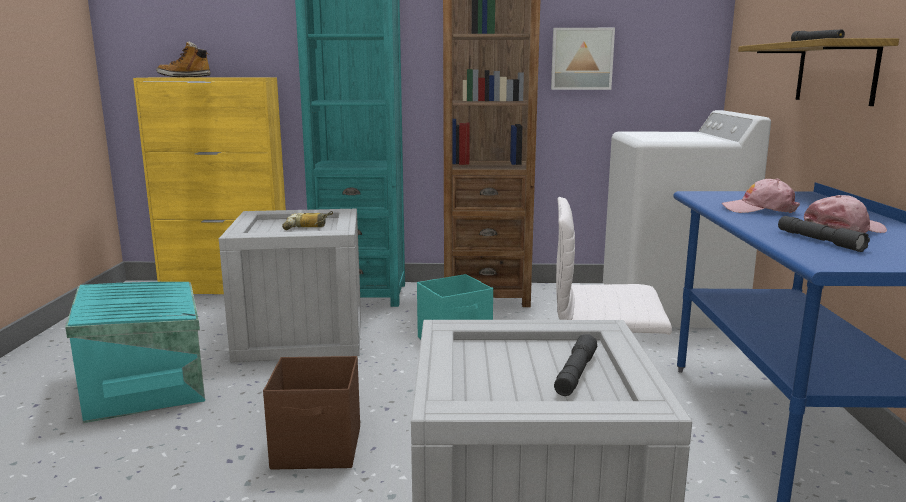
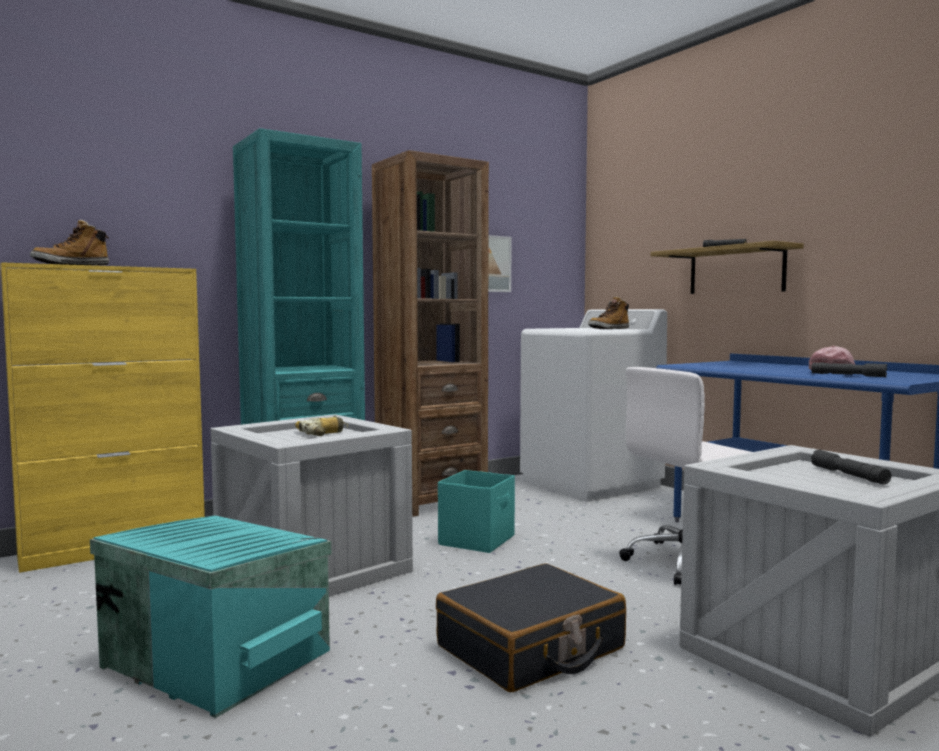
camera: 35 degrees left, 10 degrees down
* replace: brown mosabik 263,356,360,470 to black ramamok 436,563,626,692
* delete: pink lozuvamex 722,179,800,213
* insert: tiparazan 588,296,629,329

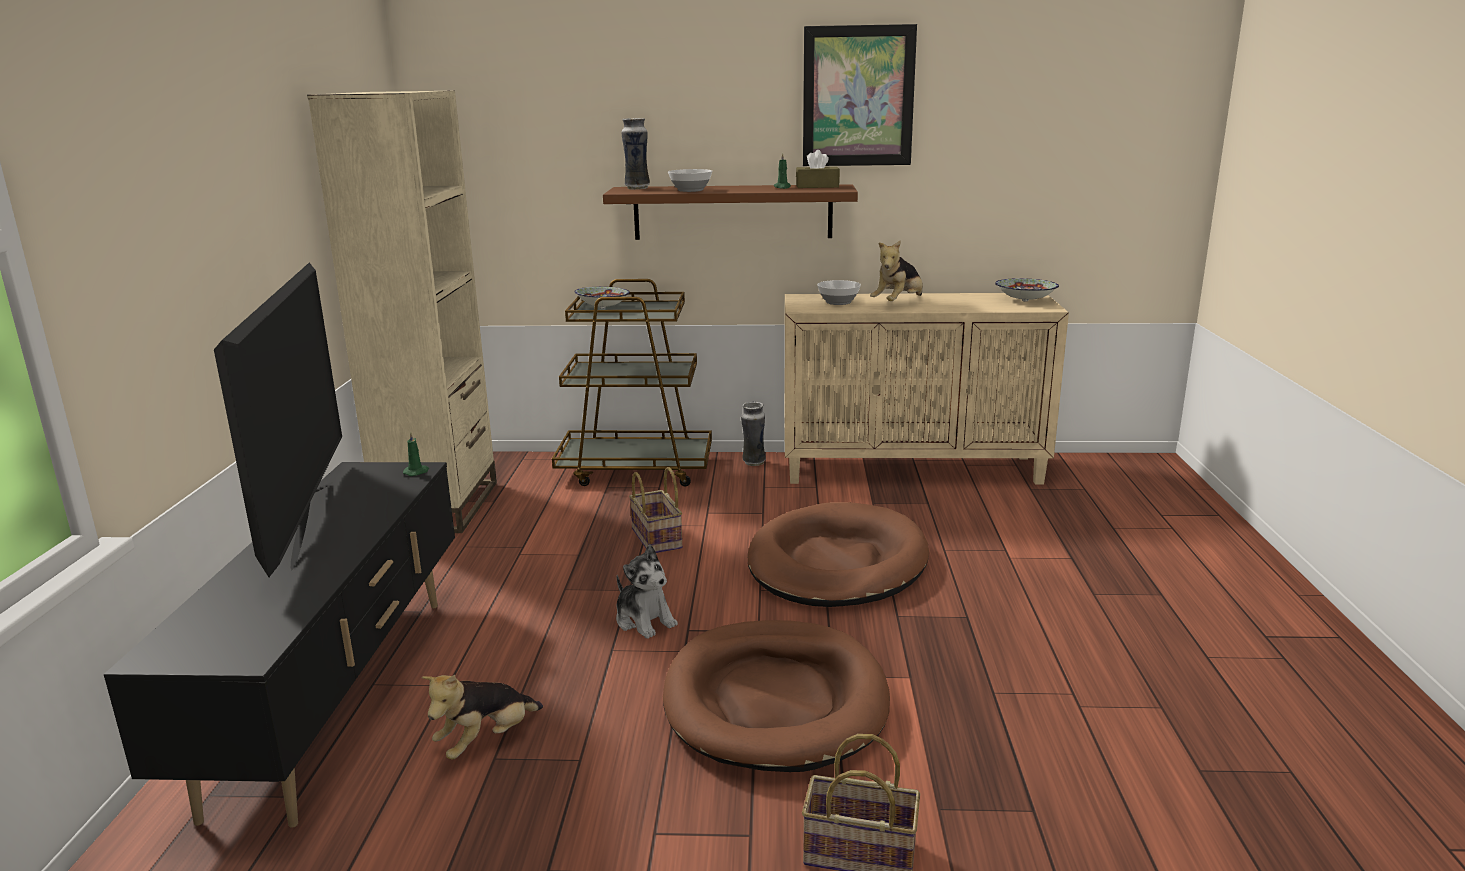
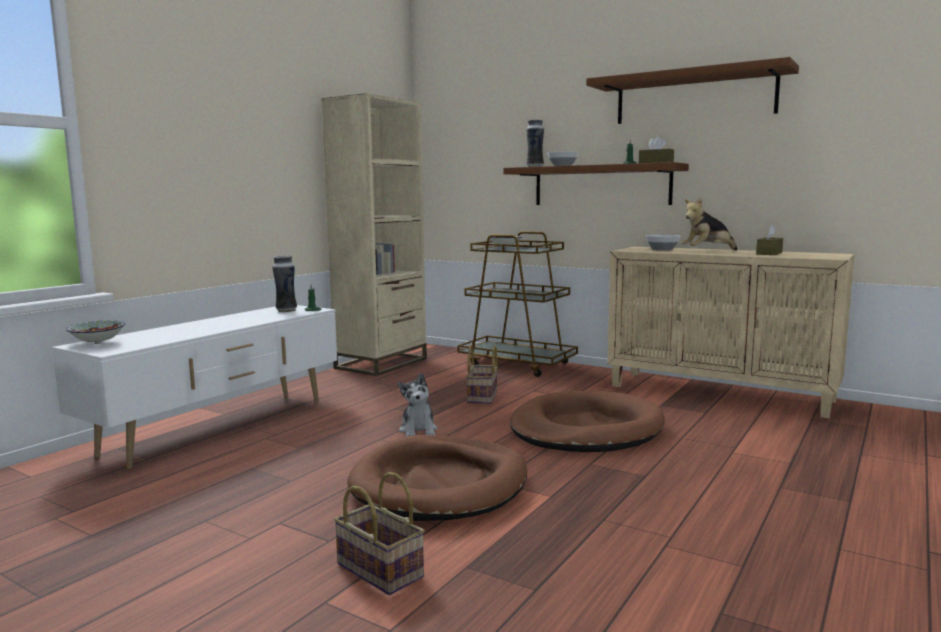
camera: 30 degrees right, 10 degrees down
* recolor: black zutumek 104,462,455,828 to white zutumek 52,305,337,469
* delete: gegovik 214,263,342,577
* delete: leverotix 422,675,543,760
* move: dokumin 741,402,765,466 to 272,255,297,312
* replace: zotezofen 803,24,917,166 to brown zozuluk 586,57,799,124
* move: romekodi 995,278,1059,302 to 66,320,125,344
* insert: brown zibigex 756,224,783,255

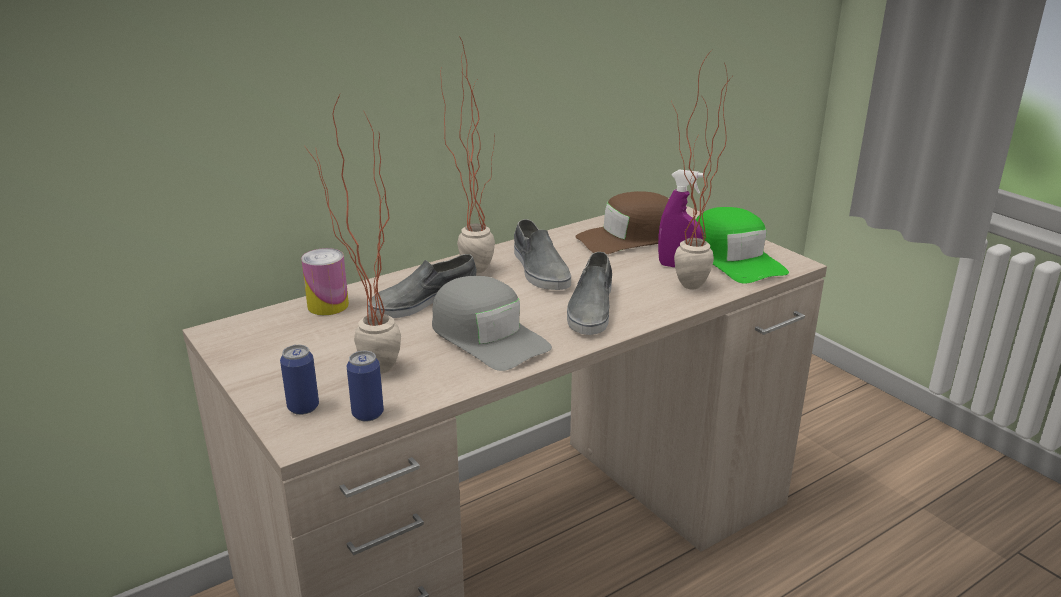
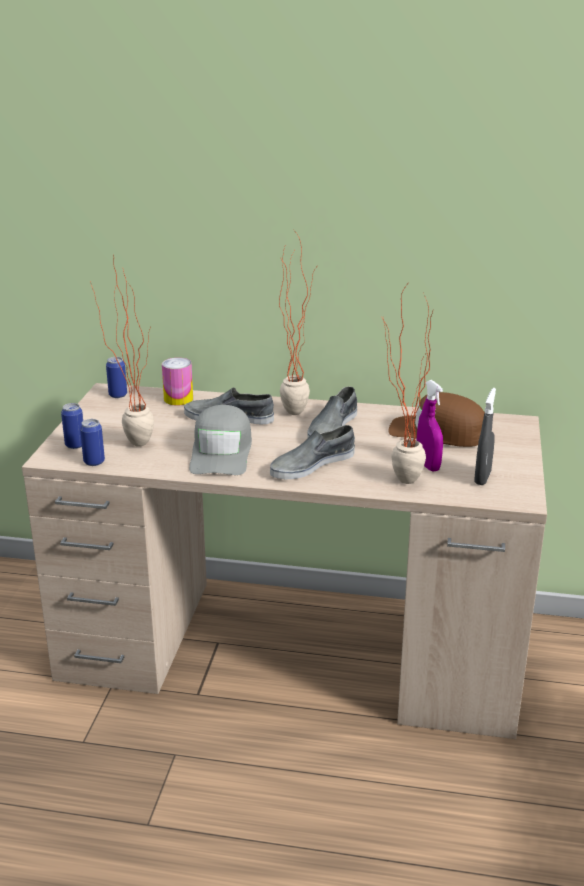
camera: 45 degrees right, 0 degrees up
* replace: green lozuvamex 696,207,789,284 to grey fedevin 474,388,496,485
* insert: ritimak 106,357,127,398

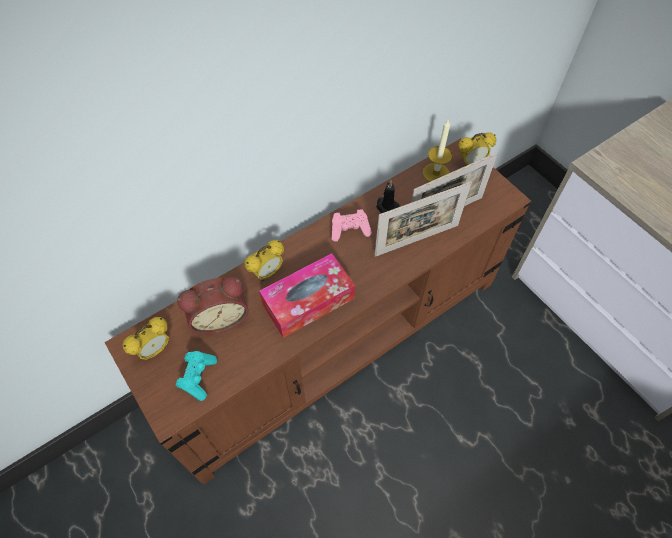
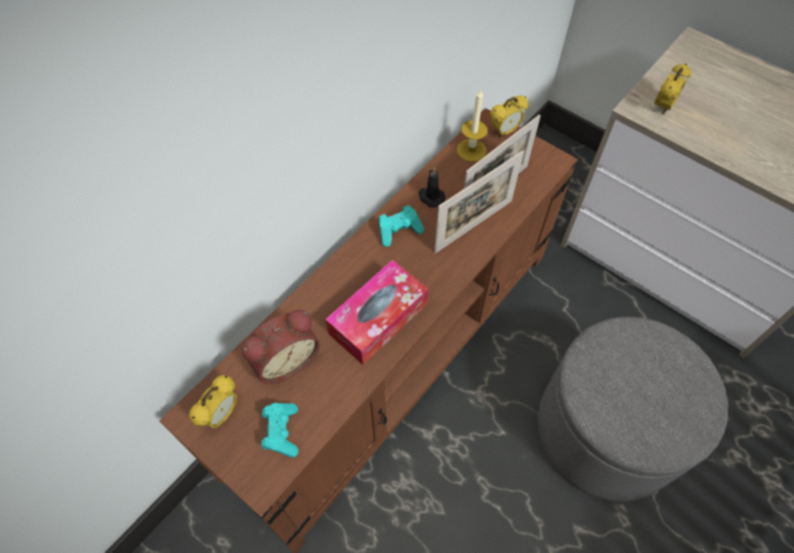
camera: 15 degrees left, 0 degrees up
* move: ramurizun 244,240,284,281 to 654,64,691,114
* recolor: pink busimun 331,209,372,242 to turquoise busimun 379,205,424,247
* insert: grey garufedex 538,317,728,502

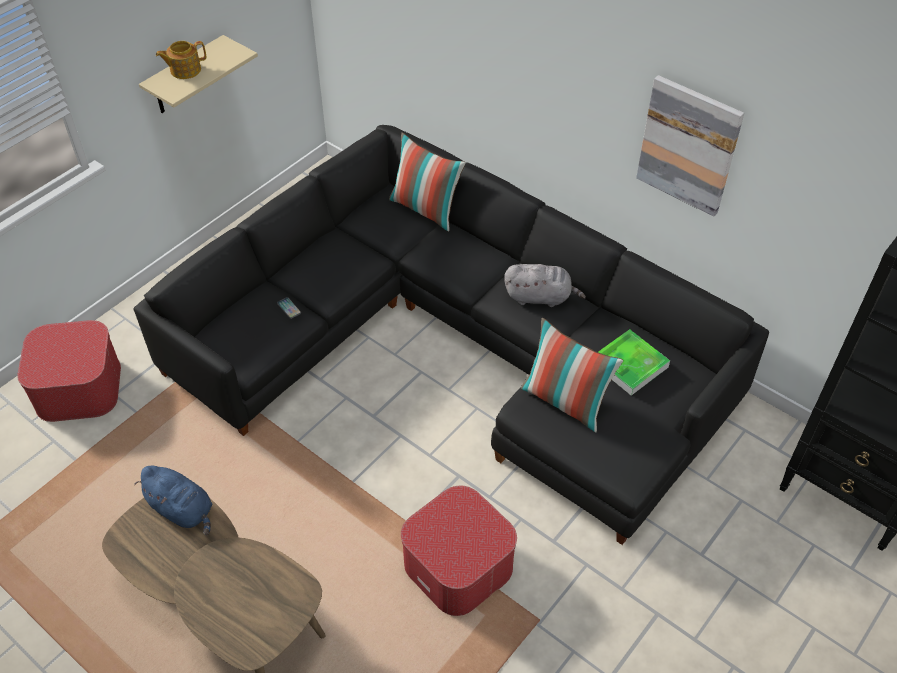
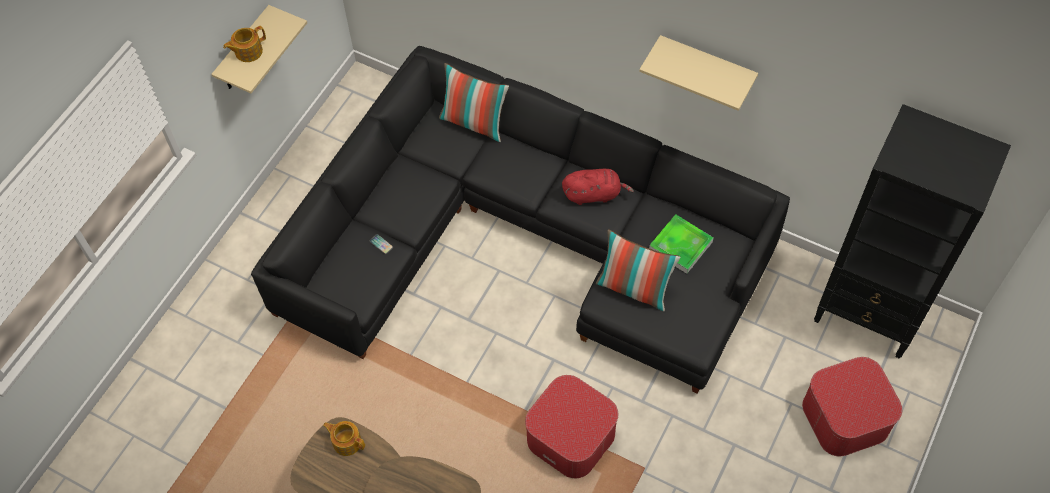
camera: 10 degrees left, 10 degrees up
* move: garufedex 17,320,121,422 to 802,357,902,456
* replace: blue leverotix 135,466,212,535 to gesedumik 323,421,365,456
* recolor: grey leverotix 504,264,586,307 to red leverotix 562,169,634,205
* replace: zotezofen 636,75,744,217 to beige zozuluk 639,35,758,111

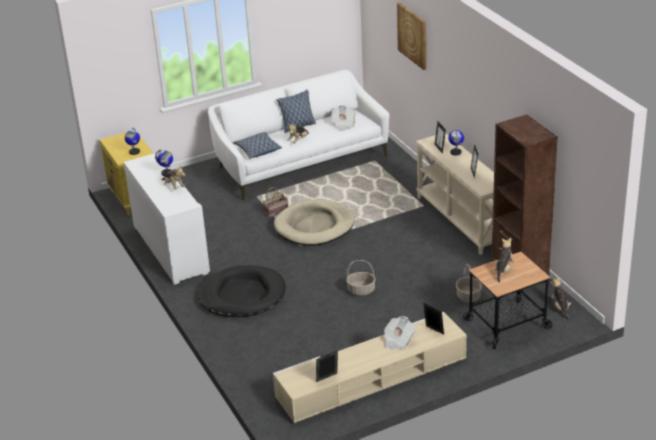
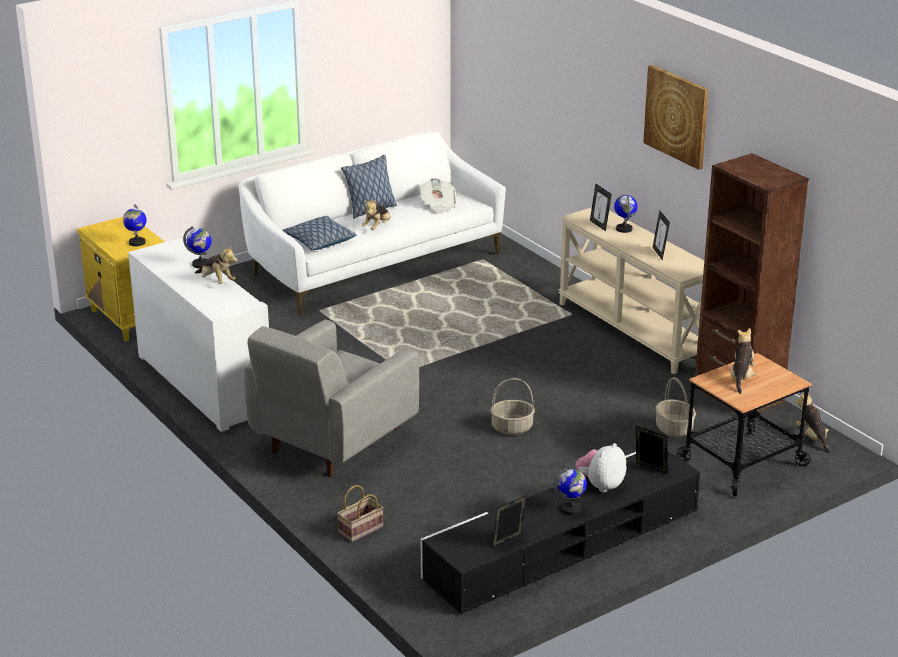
camera: 10 degrees left, 5 degrees down
* replace: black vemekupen 198,265,286,317 to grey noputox 244,320,419,477
* move: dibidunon 263,187,288,217 to 337,485,384,542
* recolor: beige zutumek 273,312,467,423 to black zutumek 421,450,701,614
* delete: beige vemekupen 274,199,355,245
* replace: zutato 384,316,415,350 to leverotix 575,443,627,492
* move: zotezofen 397,2,426,70 to 643,65,709,170
* insert: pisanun 553,468,587,515

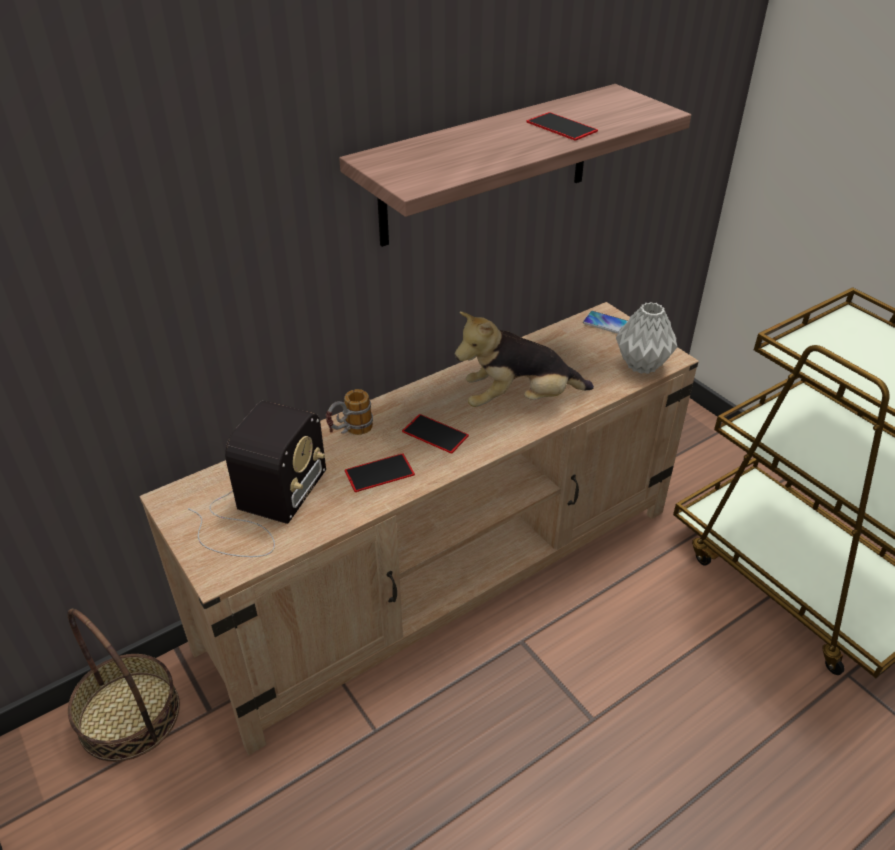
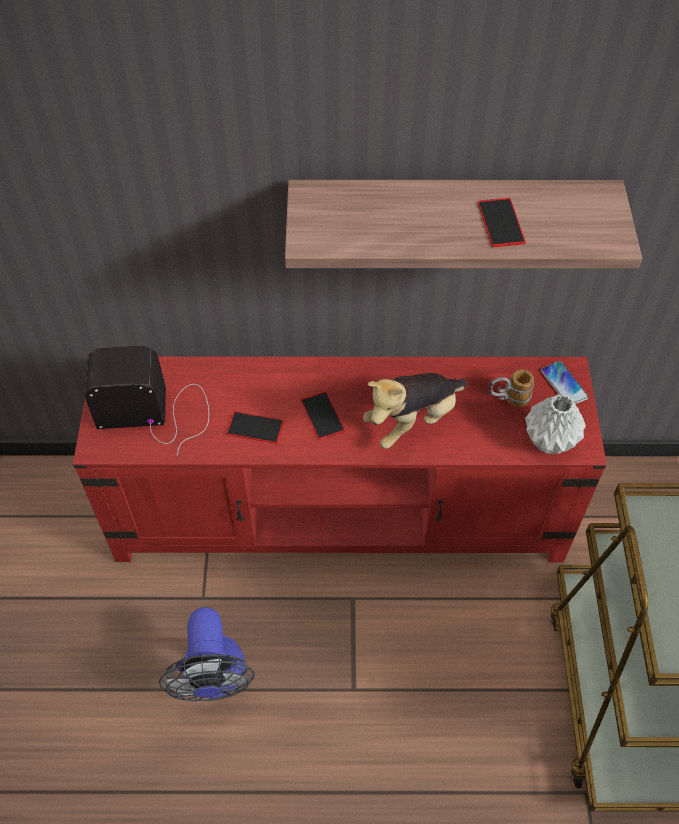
camera: 35 degrees right, 15 degrees up
* delete: dibidunon 67,609,180,762
* recolor: beige zutumek 140,302,699,755 to red zutumek 73,356,607,563
* rotate: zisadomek 188,401,326,557 = 84,346,209,456 150 degrees counterclockwise
* move: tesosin 326,389,373,435 to 487,369,534,407
* rotate: leverotix 455,312,594,407 = 363,373,467,449 60 degrees counterclockwise
* insert: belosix 159,607,255,701

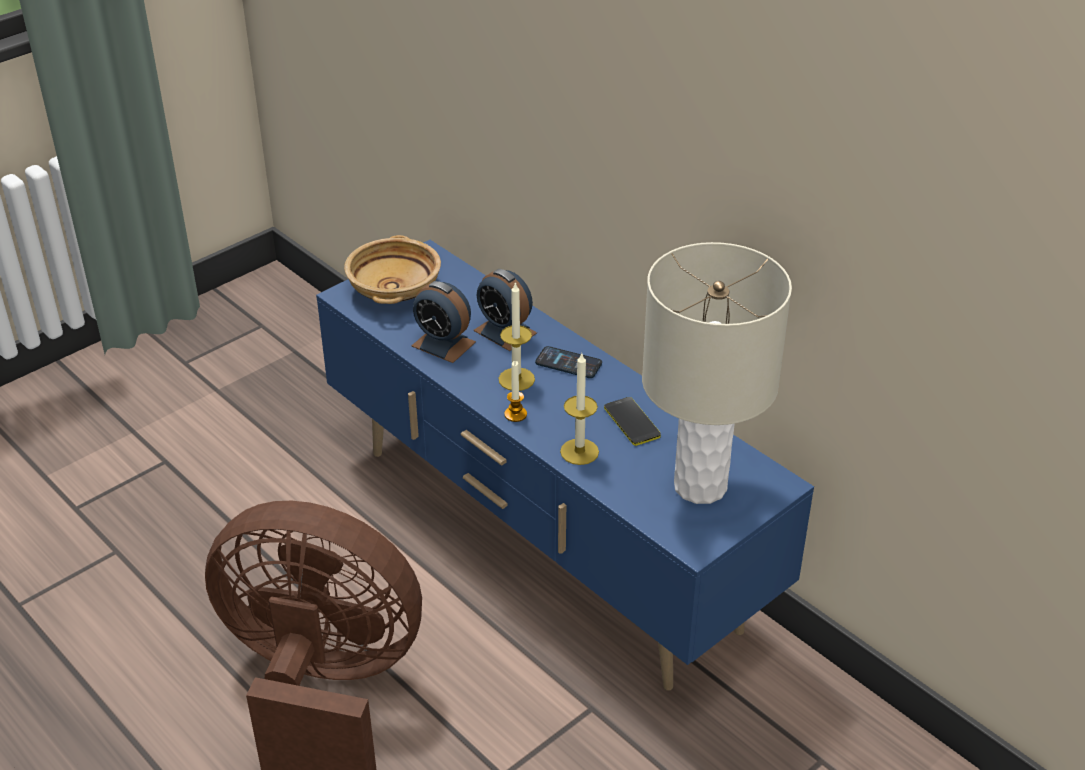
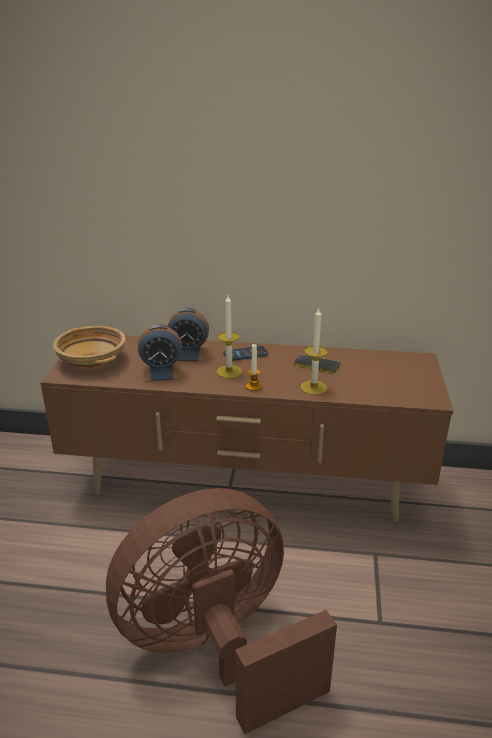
camera: 40 degrees left, 10 degrees down
* recolor: blue zutumek 316,240,814,691 to brown zutumek 40,336,453,522
* delete: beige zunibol 642,242,792,504

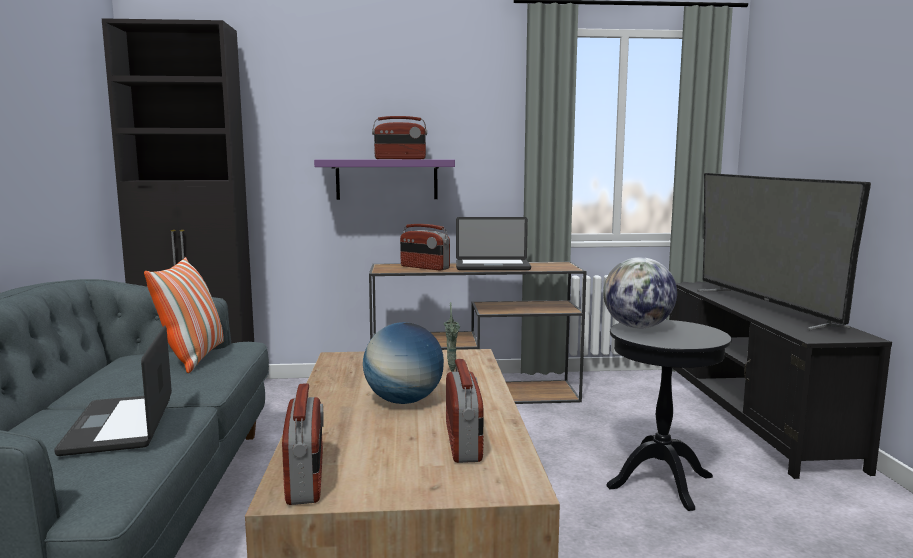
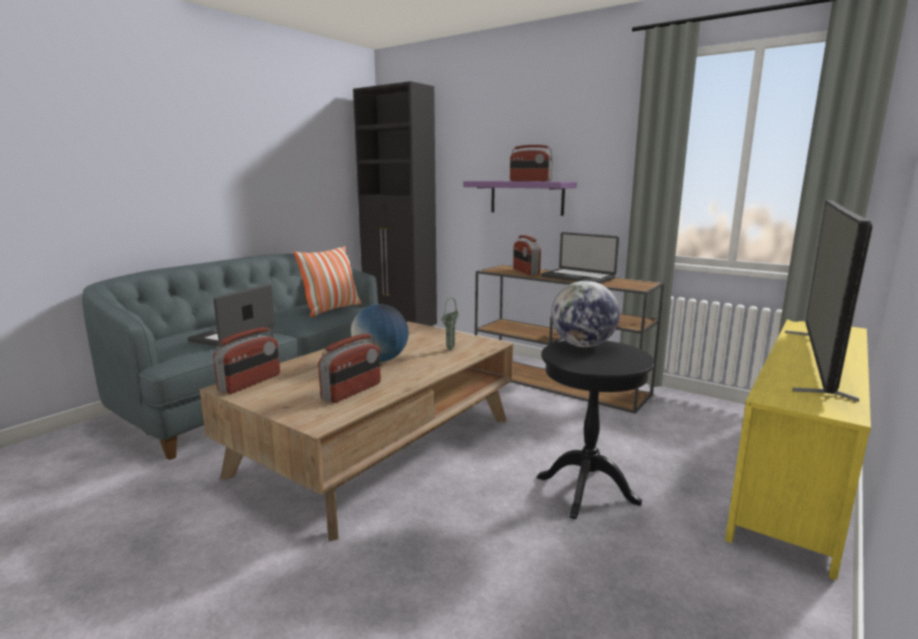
camera: 40 degrees right, 5 degrees up
* recolor: black zutumek 669,282,892,479 to yellow zutumek 725,319,871,580

